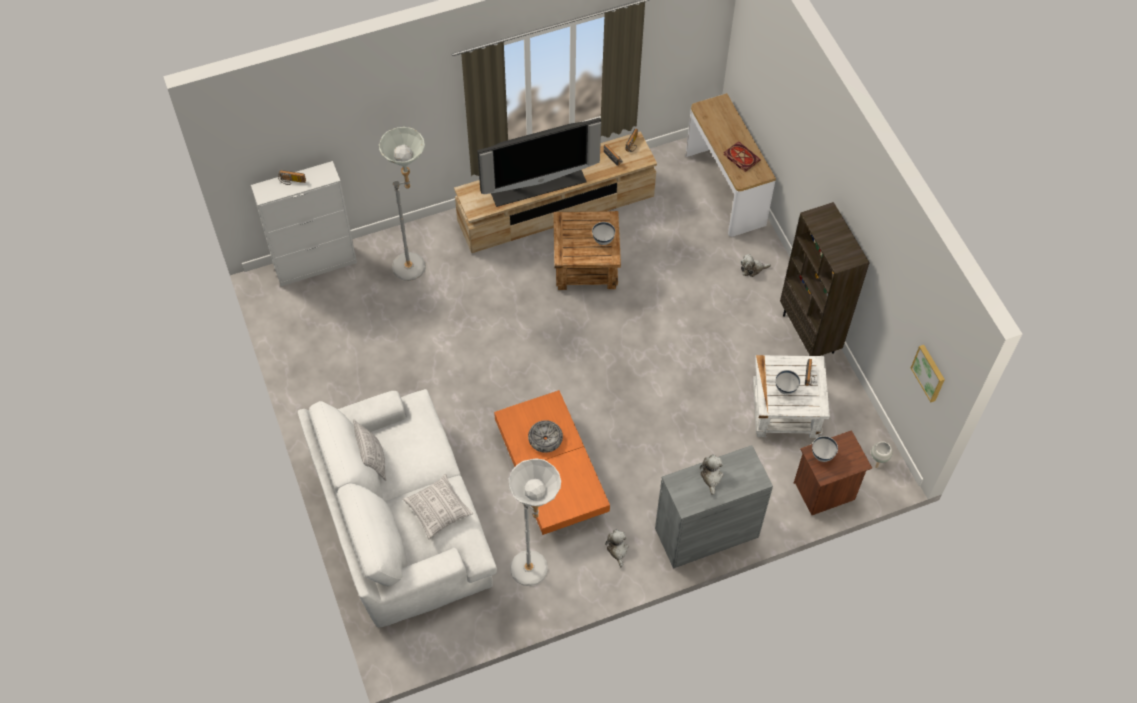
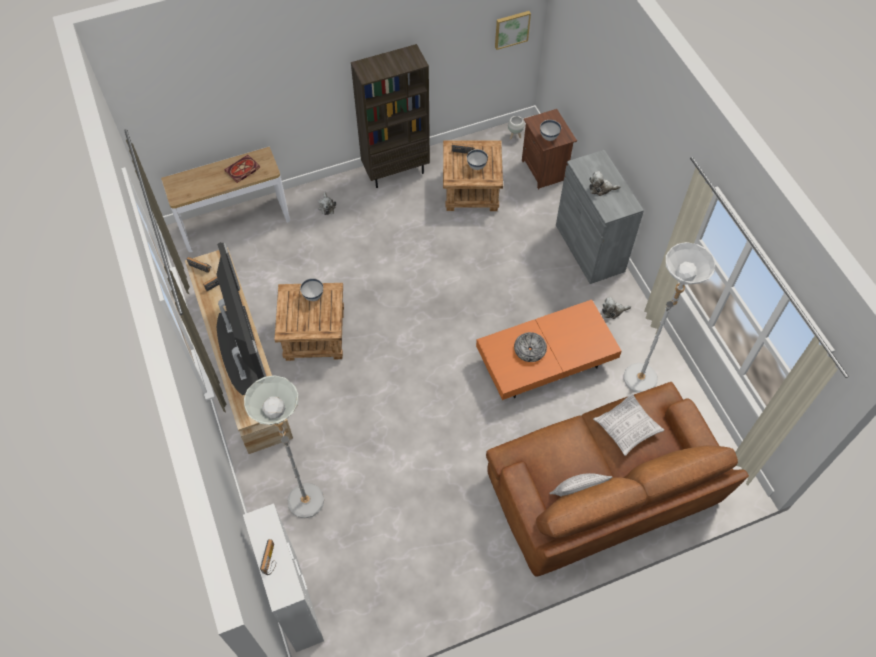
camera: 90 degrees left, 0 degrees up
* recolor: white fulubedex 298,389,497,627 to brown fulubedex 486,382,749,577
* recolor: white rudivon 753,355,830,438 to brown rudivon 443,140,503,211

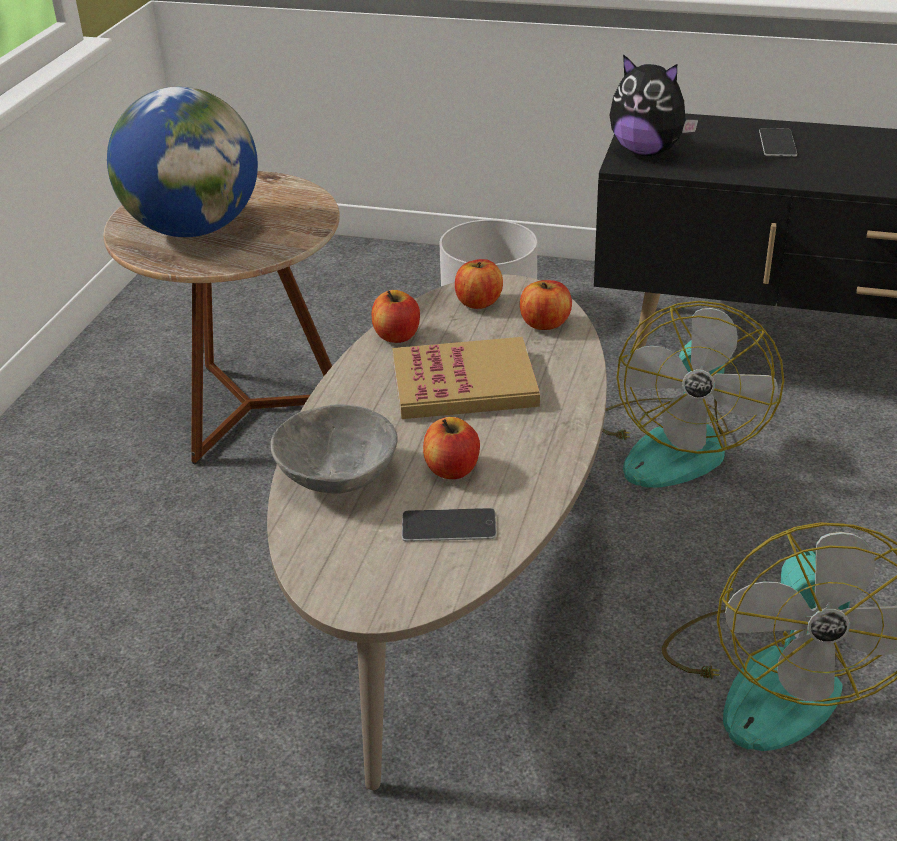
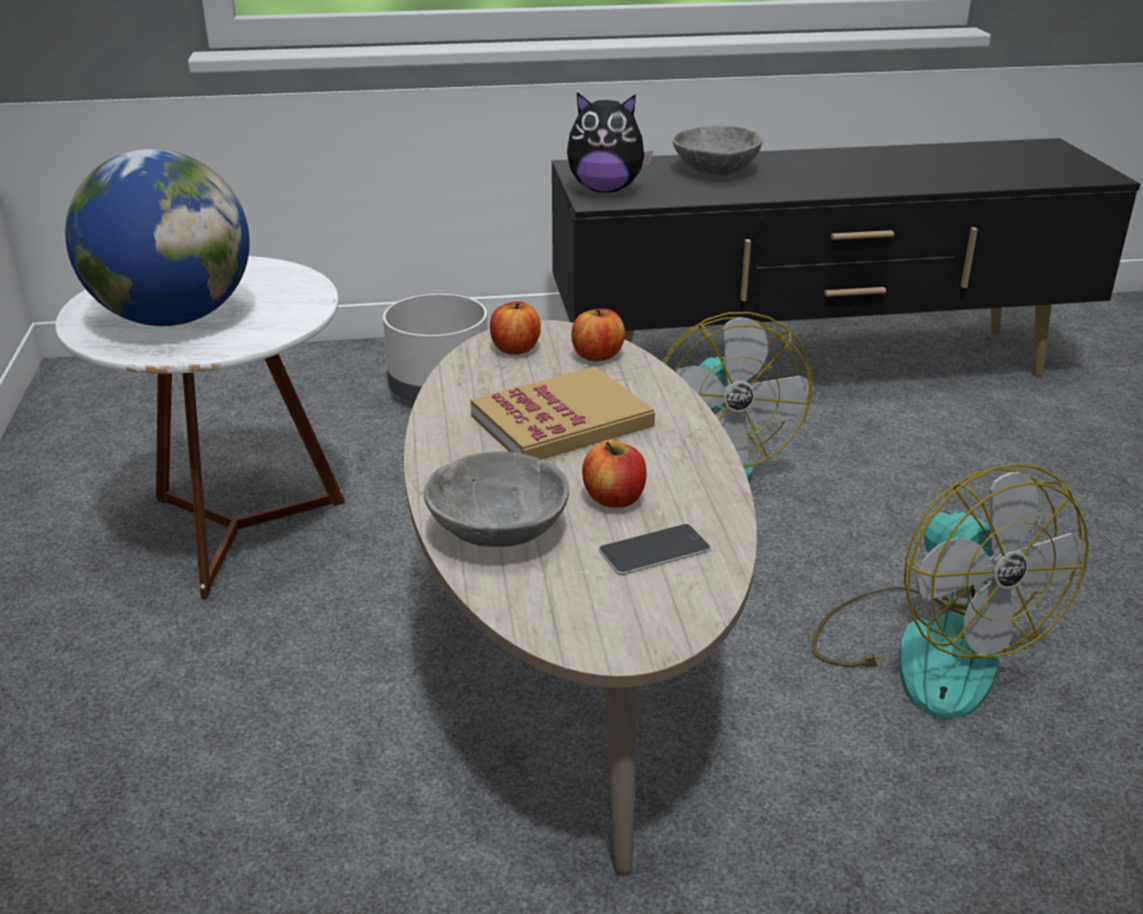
camera: 25 degrees left, 5 degrees down
* recolor: brown rudivon 104,171,340,465 to white rudivon 56,256,345,599
* delete: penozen 372,290,420,343
* replace: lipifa 759,128,797,157 to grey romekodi 673,126,762,175

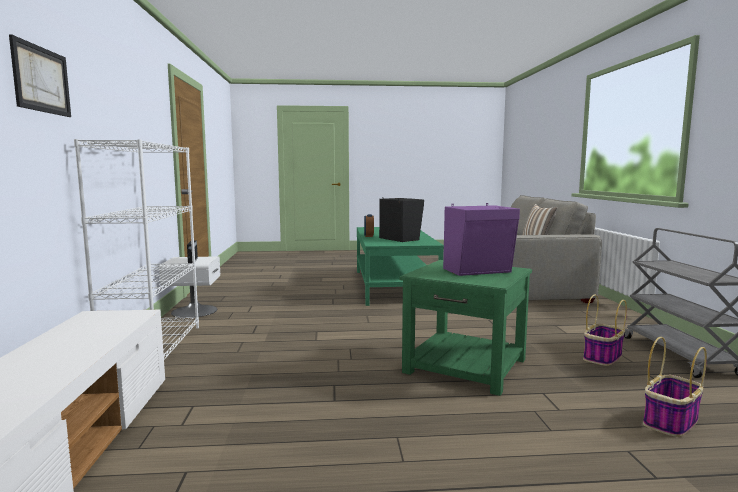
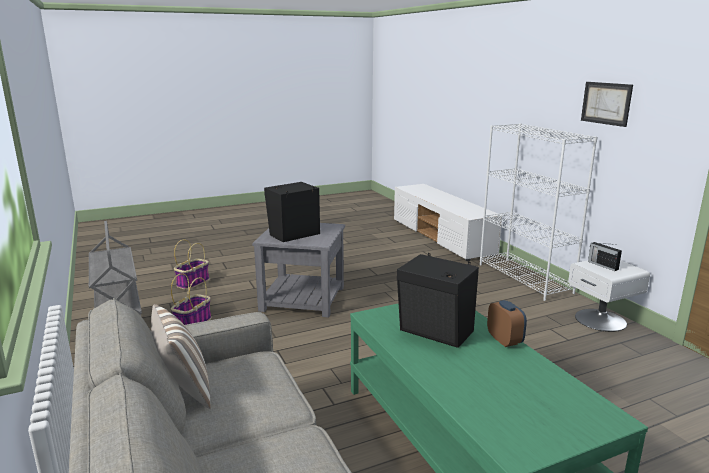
camera: 160 degrees right, 10 degrees up
* move: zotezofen 9,35,71,117 to 581,82,633,127
* recolor: green rudivon 399,260,532,396 to grey rudivon 252,223,345,318
* recolor: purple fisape 443,203,520,276 to black fisape 264,182,320,242

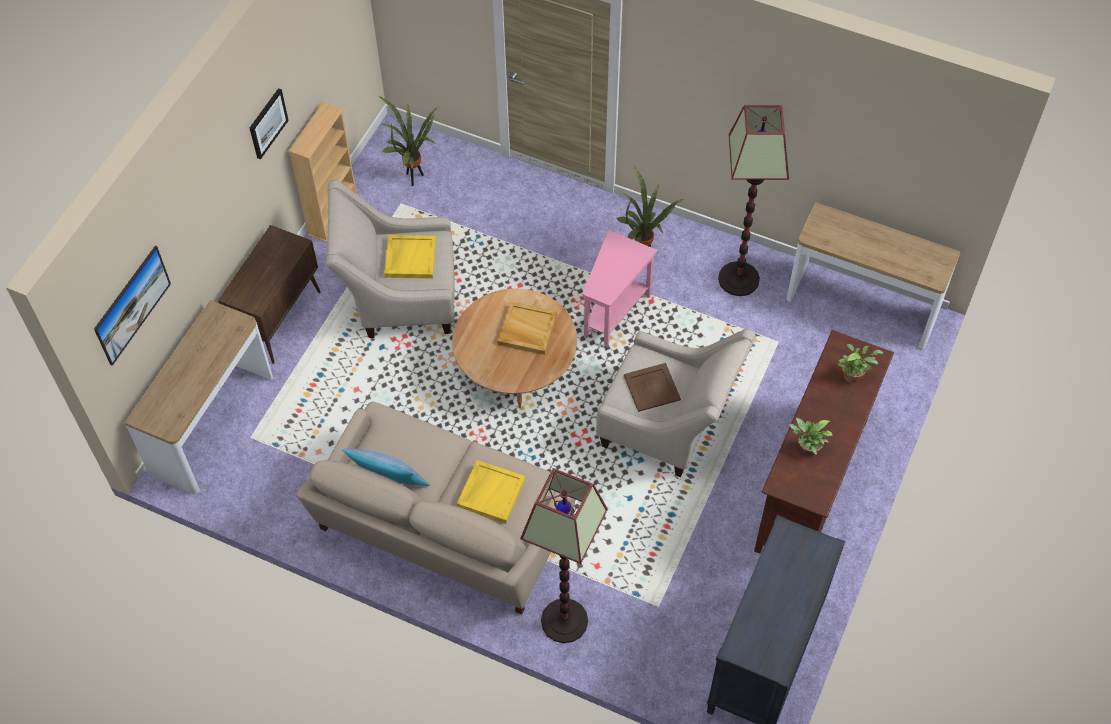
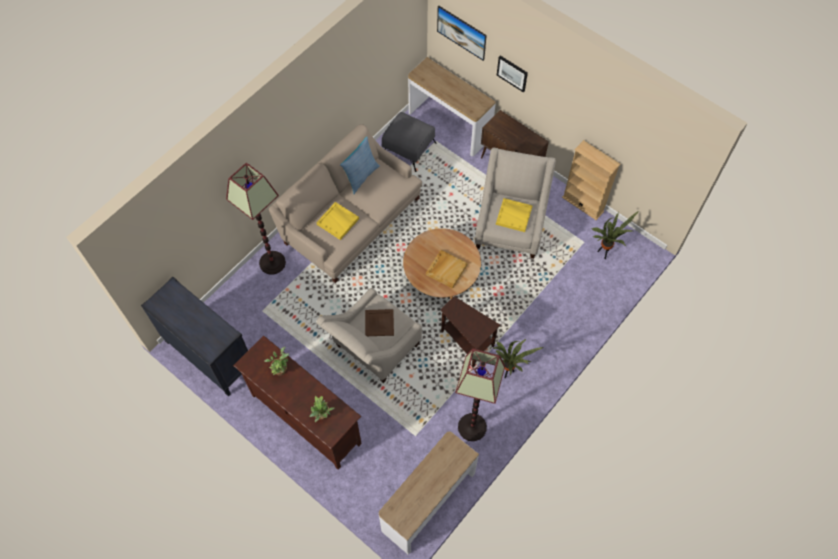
camera: 105 degrees right, 5 degrees up
* move: zotezofen 250,88,289,159 to 497,56,528,92
* recolor: pink rudivon 582,230,657,348 to brown rudivon 441,297,500,368
* insert: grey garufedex 382,112,436,172

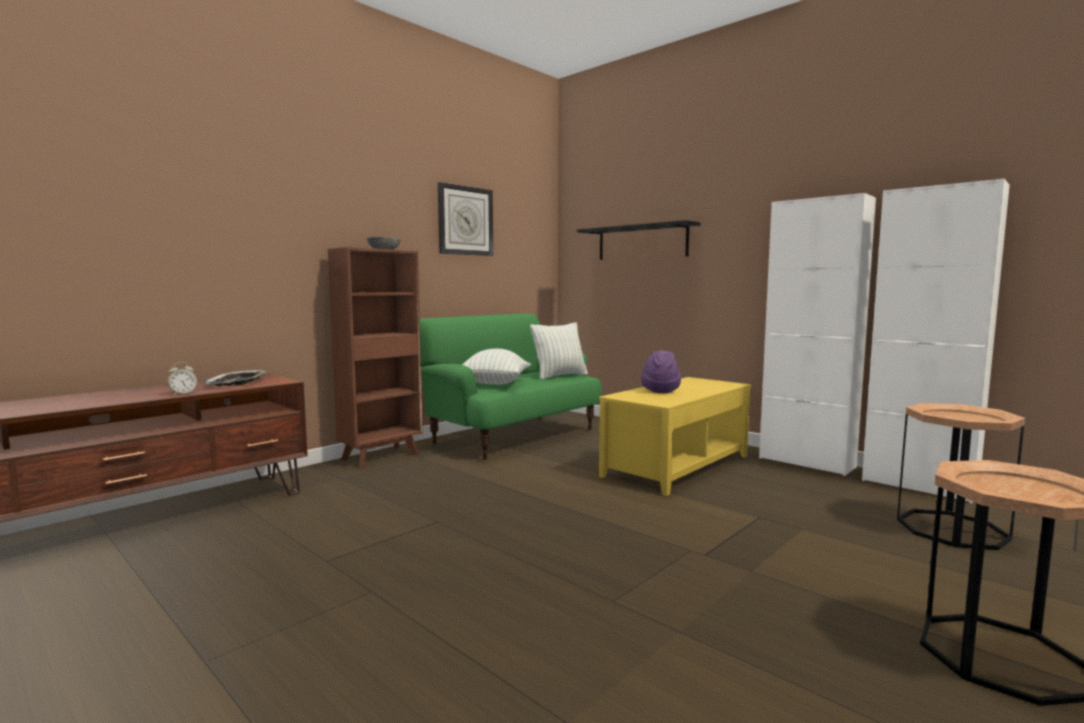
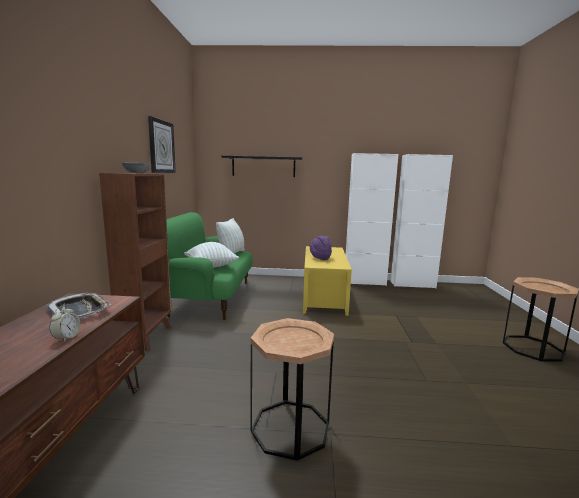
camera: 40 degrees left, 5 degrees up
* move: brown rudivon 897,403,1025,550 to 251,318,334,461

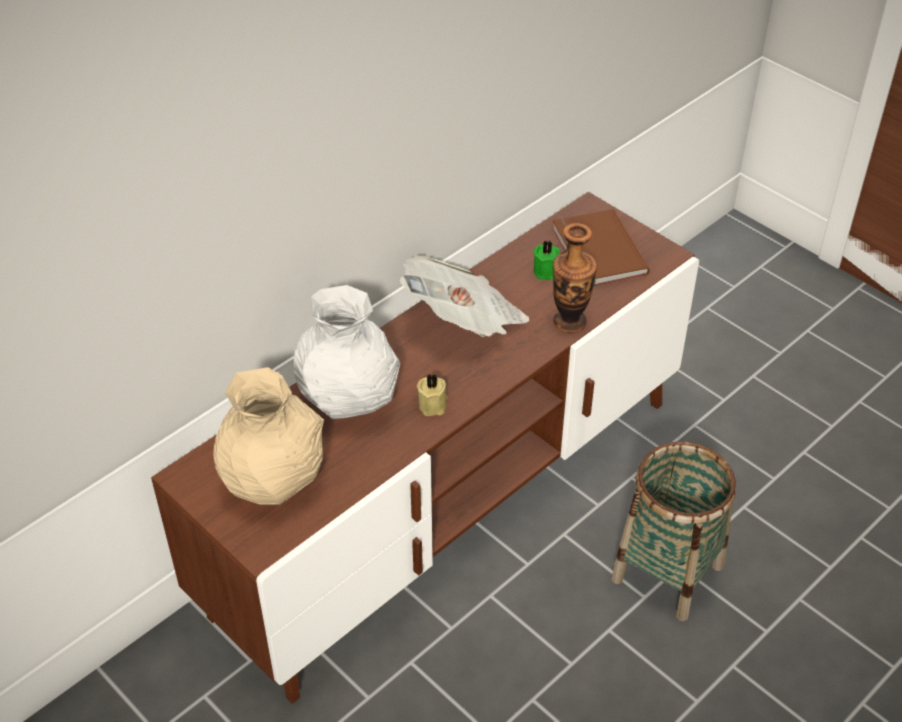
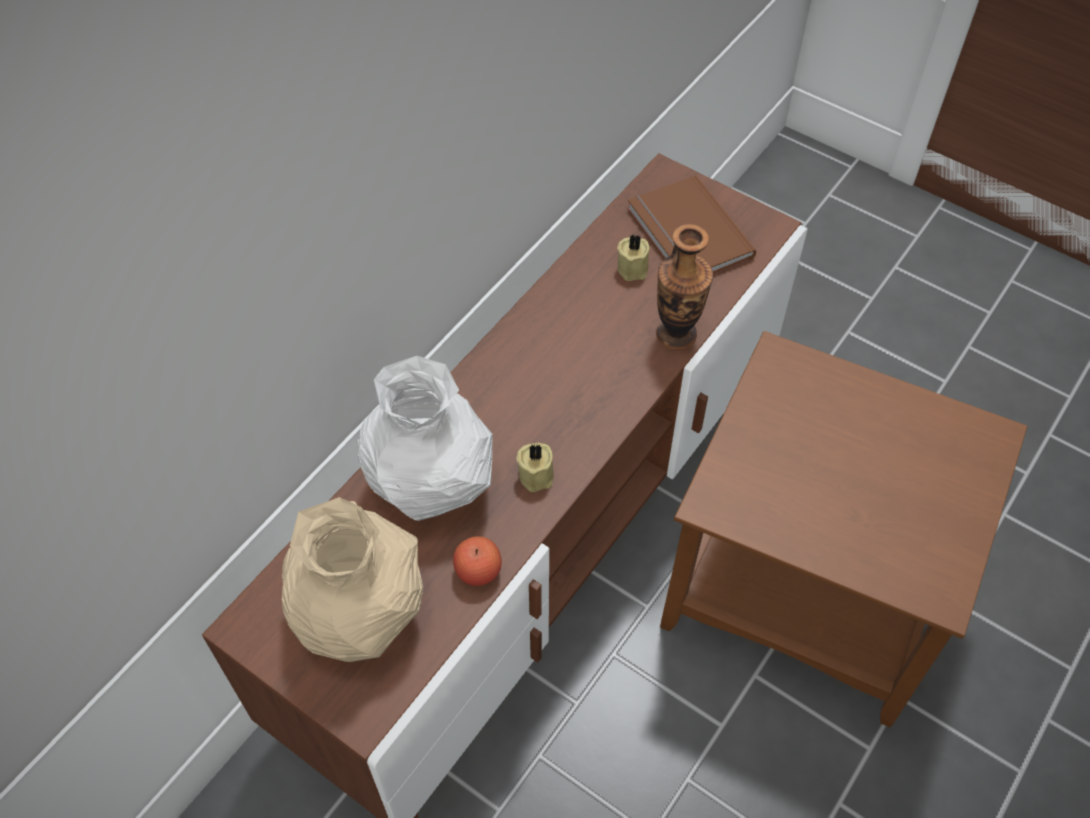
camera: 10 degrees left, 10 degrees up
* delete: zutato 399,255,529,337
* recolor: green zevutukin 533,241,560,280 to beige zevutukin 617,234,650,281
* replace: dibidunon 611,442,736,621 to brown rudivon 660,331,1028,727
* insert: penozen 453,536,502,586

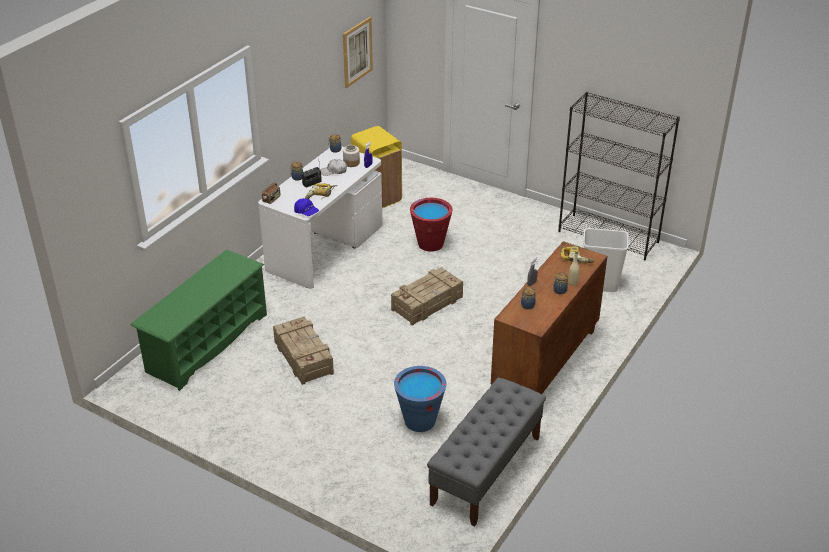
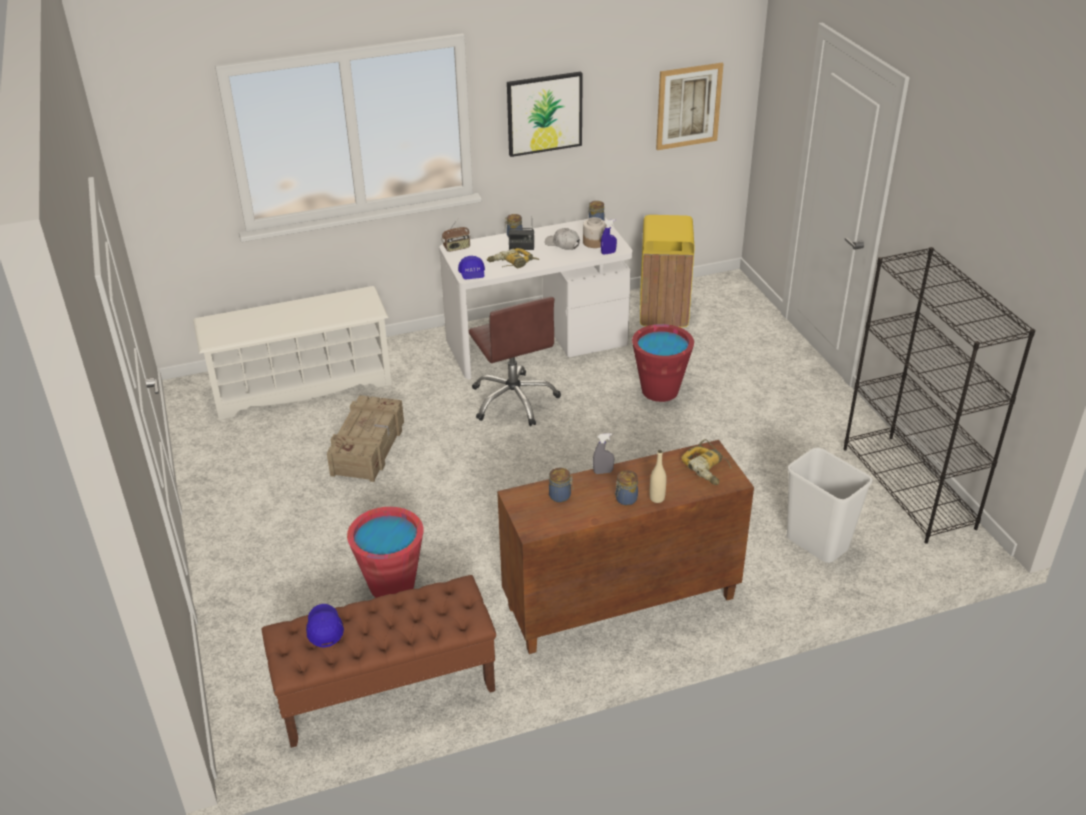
camera: 40 degrees right, 0 degrees up
* recolor: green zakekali 130,250,267,391 to white zakekali 193,286,392,420
* delete: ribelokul 391,267,463,326
* recolor: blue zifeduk 394,366,446,432 to red zifeduk 347,507,423,598
* recolor: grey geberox 427,377,546,526 to brown geberox 262,575,496,748
* insert: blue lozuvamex 306,604,344,647
* insert: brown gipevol 469,297,561,426
* insert: zotezofen 507,72,583,157

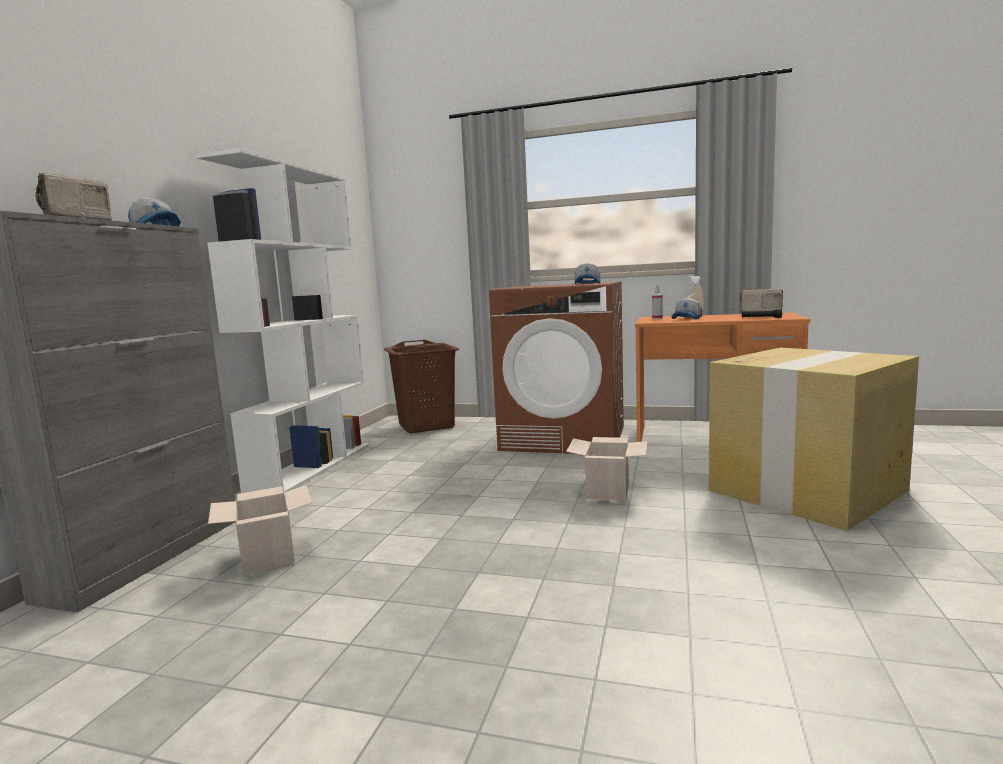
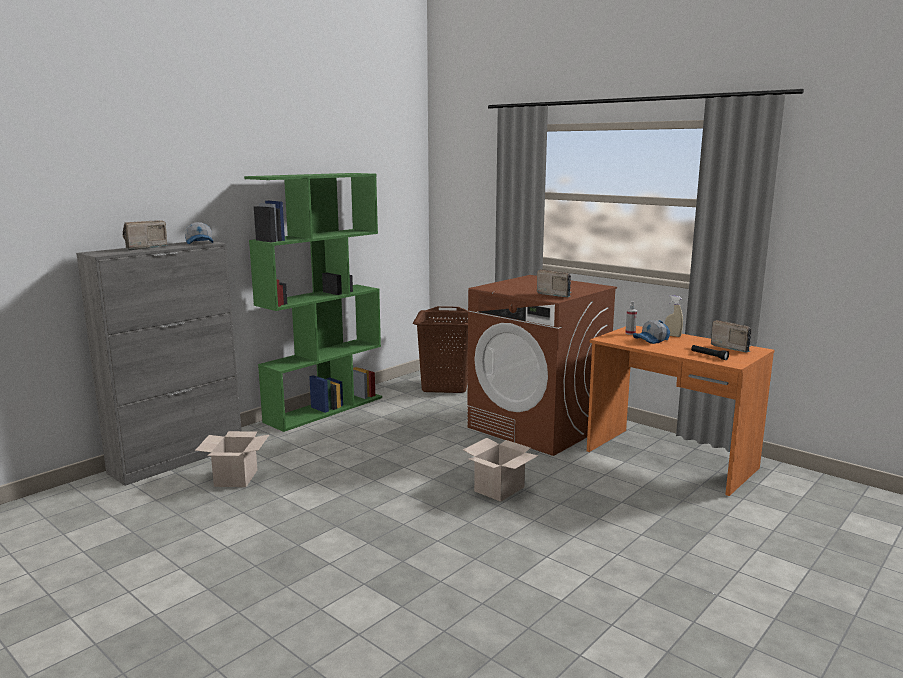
camera: 25 degrees right, 5 degrees up
* recolor: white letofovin 195,148,370,493 to green letofovin 244,173,382,432
* replace: lozuvamex 575,263,600,284 to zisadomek 537,269,572,297
* delete: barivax 709,347,919,531

